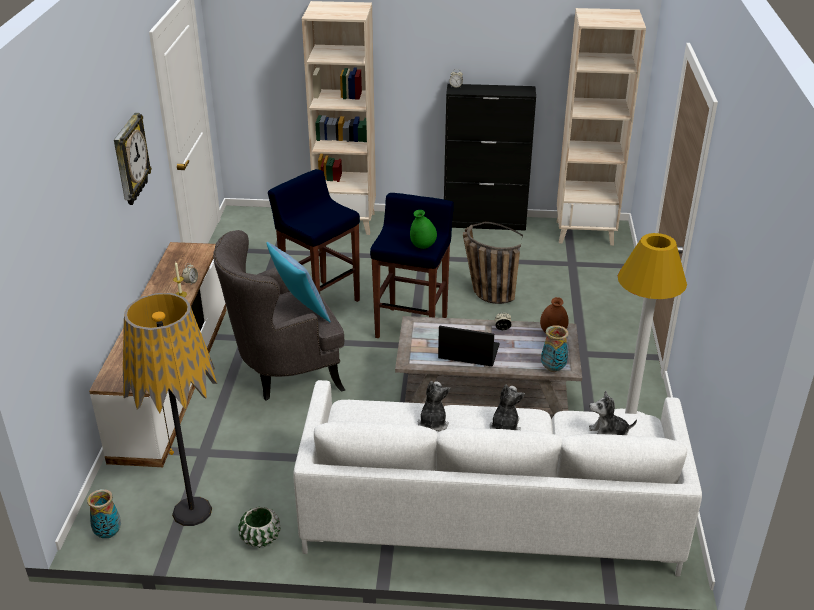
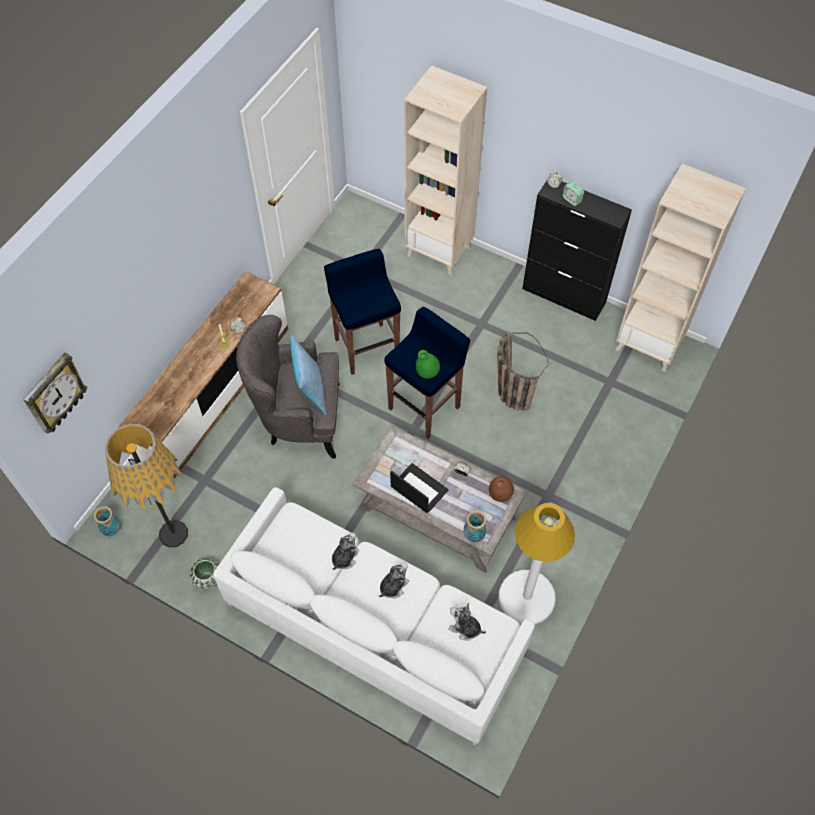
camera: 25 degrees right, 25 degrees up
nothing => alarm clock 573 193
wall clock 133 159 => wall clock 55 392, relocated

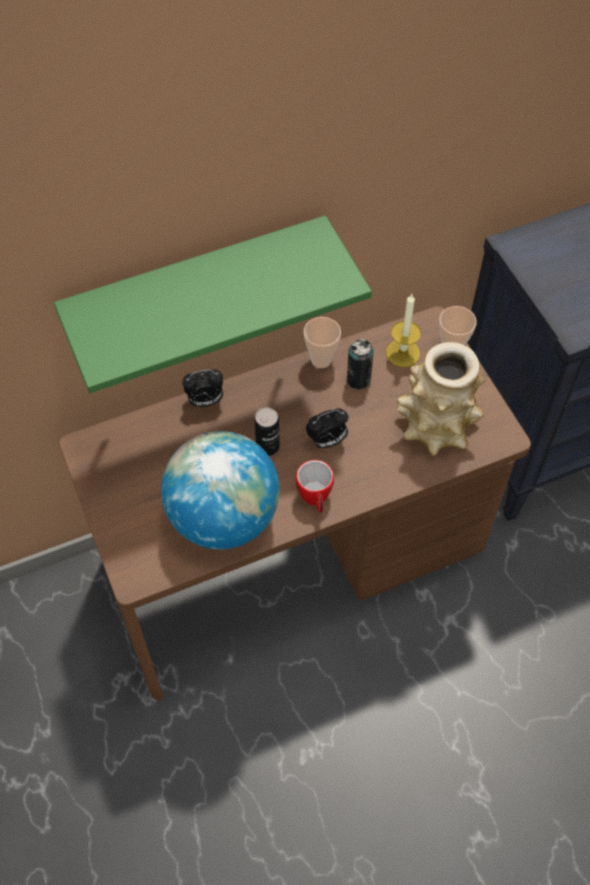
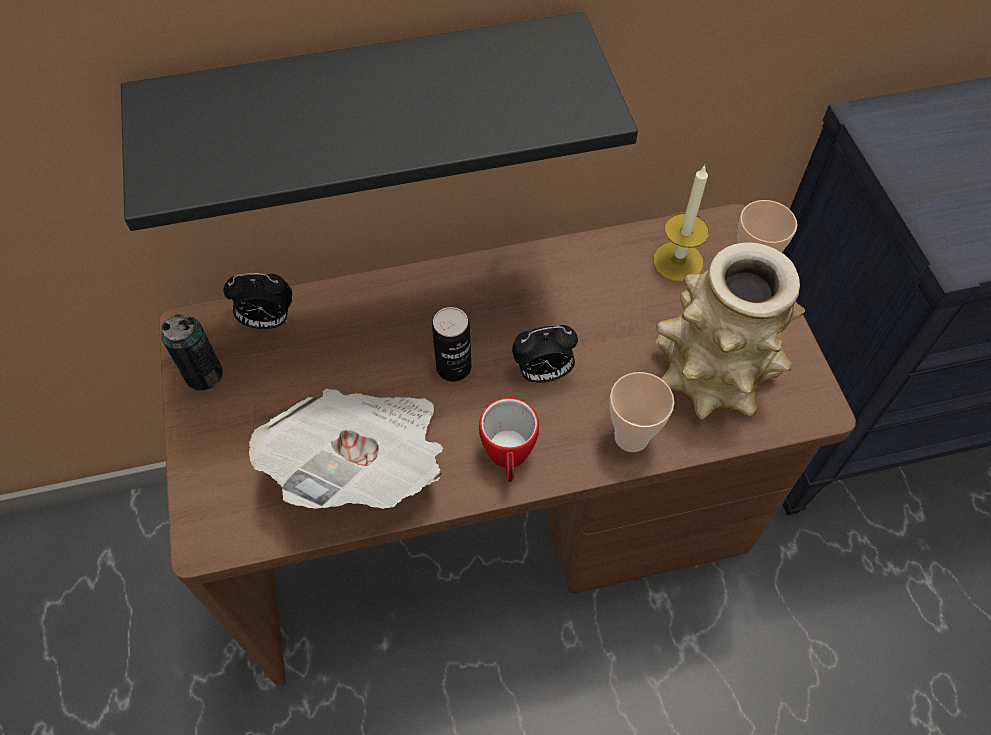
camera: 10 degrees right, 0 degrees up
alarm clock 202 388 => alarm clock 257 301, relocated
cup 322 342 => cup 642 412, relocated
can 360 364 => can 192 352, relocated
globe 220 490 => newspaper 346 449
green shelf 213 304 => black shelf 379 121

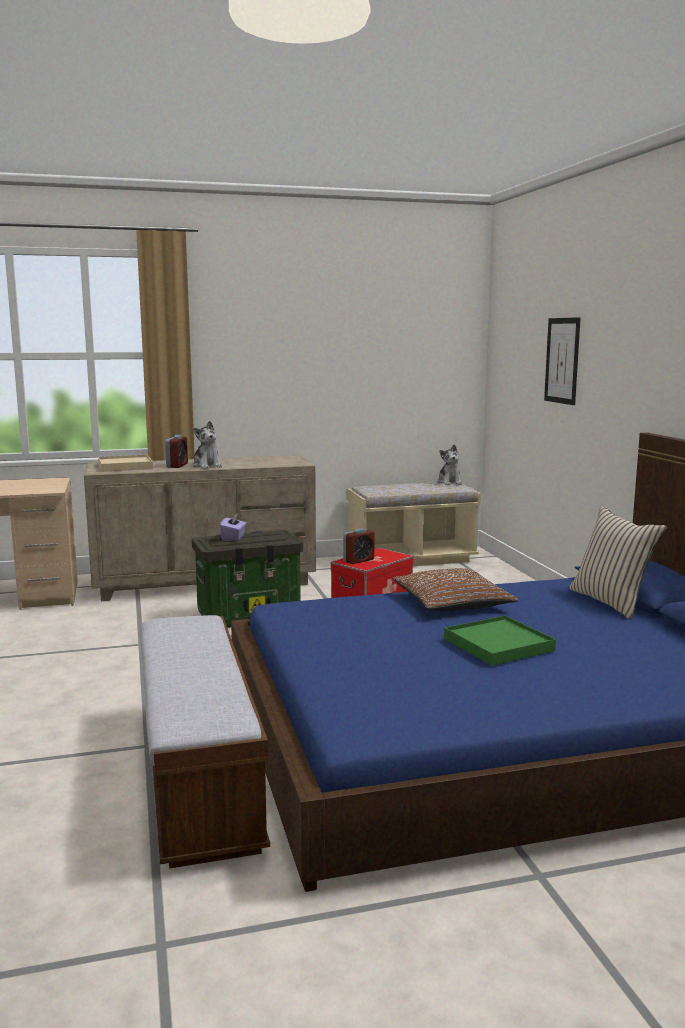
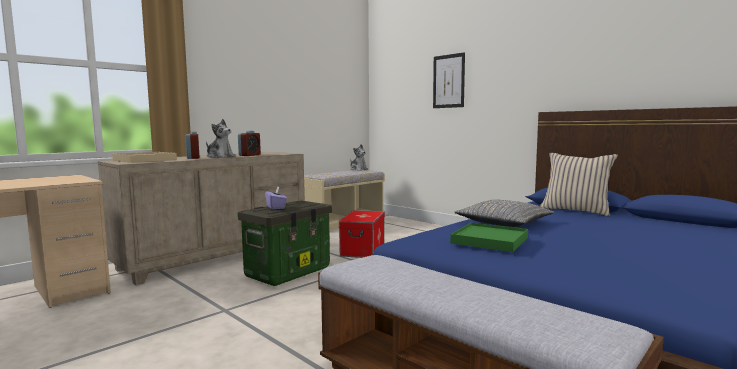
camera: 30 degrees left, 5 degrees down
alarm clock 359 546 => alarm clock 249 143, relocated
green tray 500 641 => green tray 489 237, relocated
brown pillow 455 589 => grey pillow 504 213

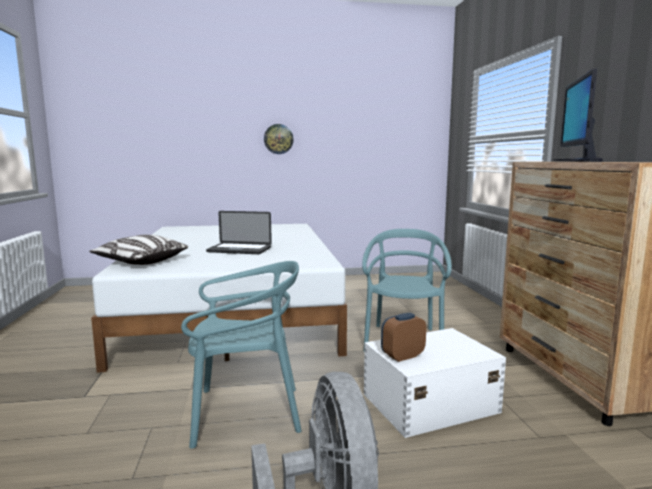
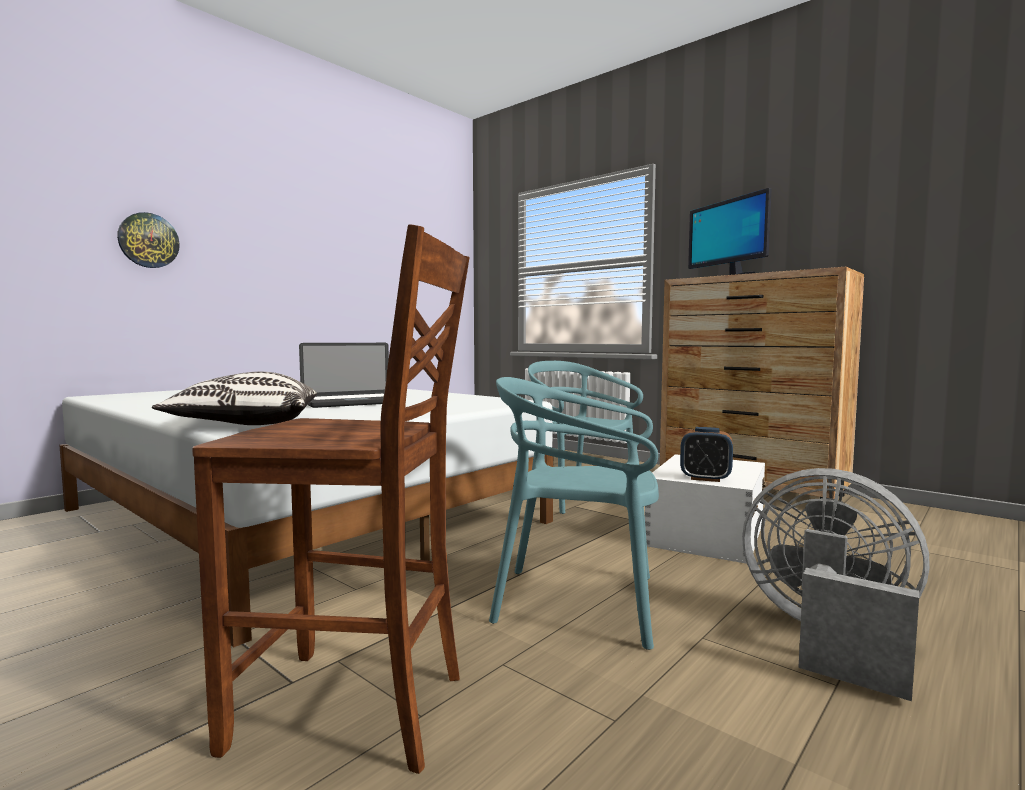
camera: 40 degrees left, 5 degrees down
nothing => brown chair 330 499
wall clock 279 139 => wall clock 148 240, relocated
turquoise chair 241 355 => turquoise chair 574 513, 120 degrees counterclockwise
alarm clock 403 337 => alarm clock 706 454, 90 degrees counterclockwise

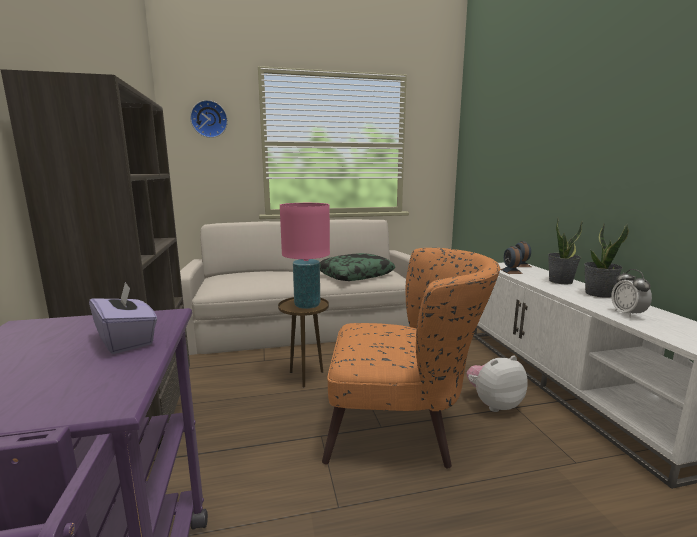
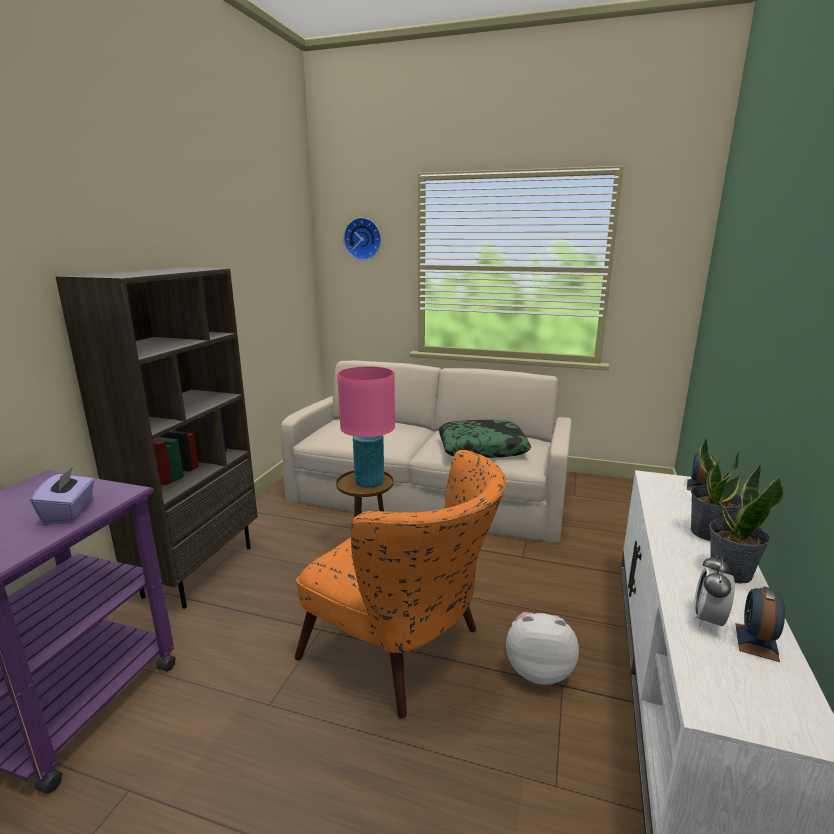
camera: 30 degrees right, 5 degrees up
alarm clock 511 260 => alarm clock 760 624, relocated

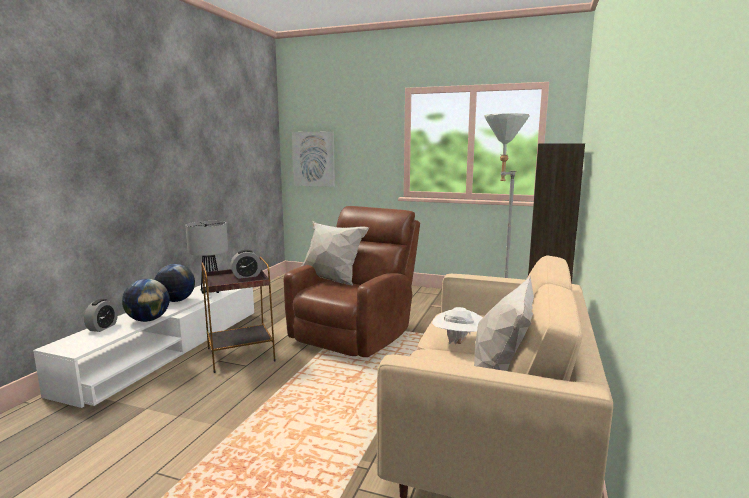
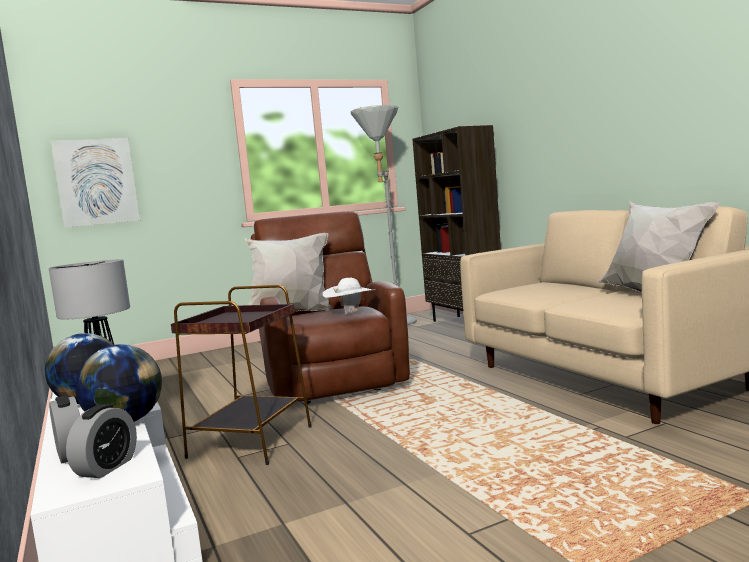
camera: 45 degrees left, 5 degrees down
alarm clock 246 264 => alarm clock 101 441, relocated
white hat 457 325 => white hat 347 296, relocated

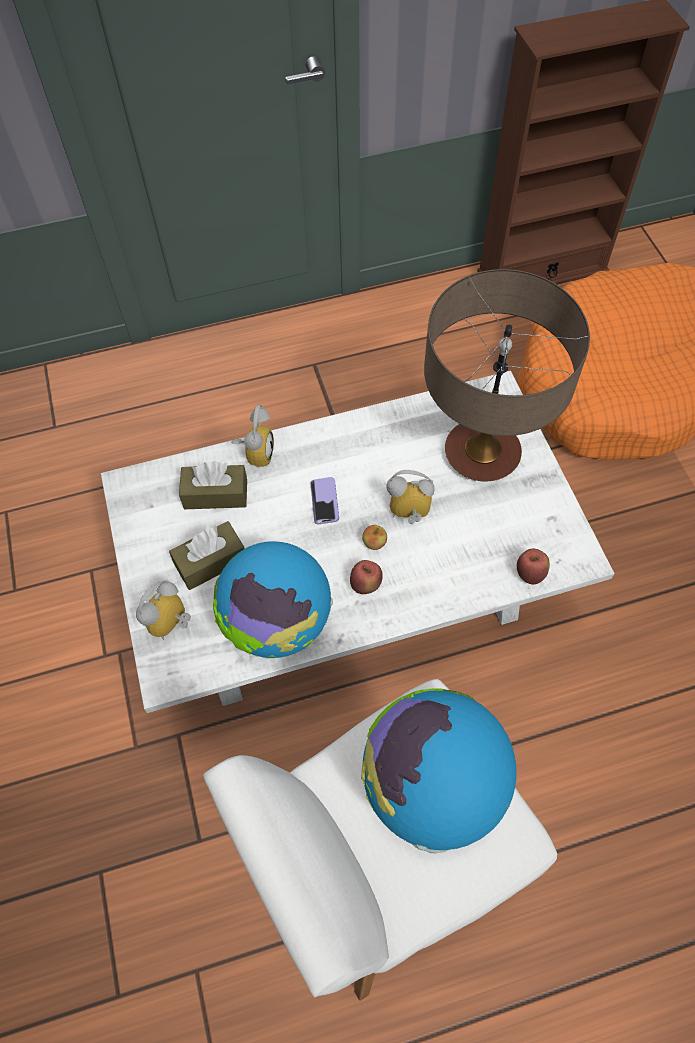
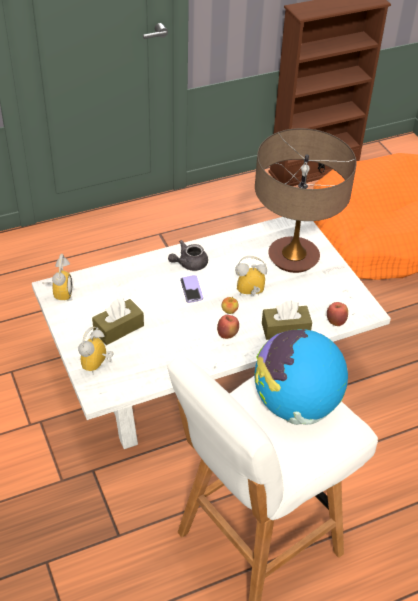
camera: 10 degrees left, 15 degrees down
globe 273 599 => nothing
nothing => grey teapot 188 255
brown tissue box 213 485 => brown tissue box 287 320, relocated
alarm clock 253 436 => alarm clock 57 277, relocated

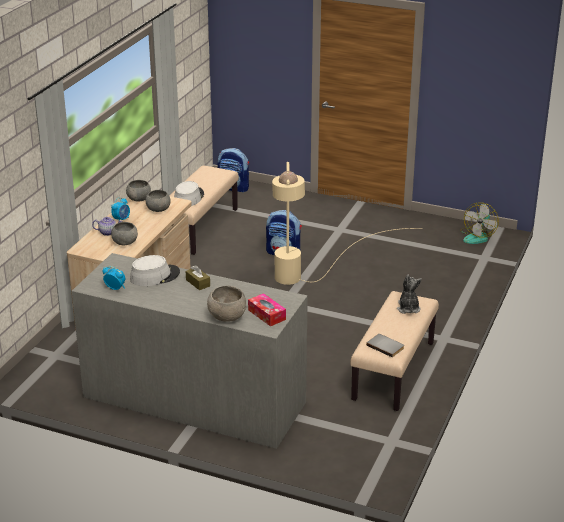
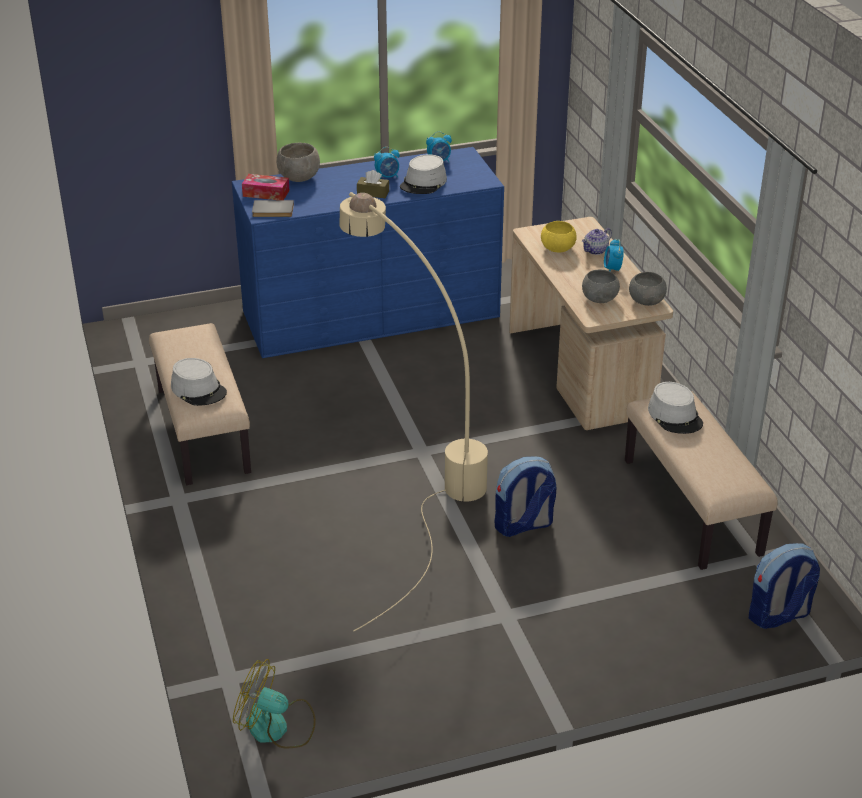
camera: 140 degrees right, 5 degrees up
nothing => alarm clock 387 163
grey book 385 346 => grey book 273 208, relocated
plush toy 409 294 => grey hat 199 382
grey dresser 190 351 => blue dresser 368 252
grey bowl 124 233 => yellow bowl 559 236
fan 479 223 => fan 274 704, 60 degrees counterclockwise

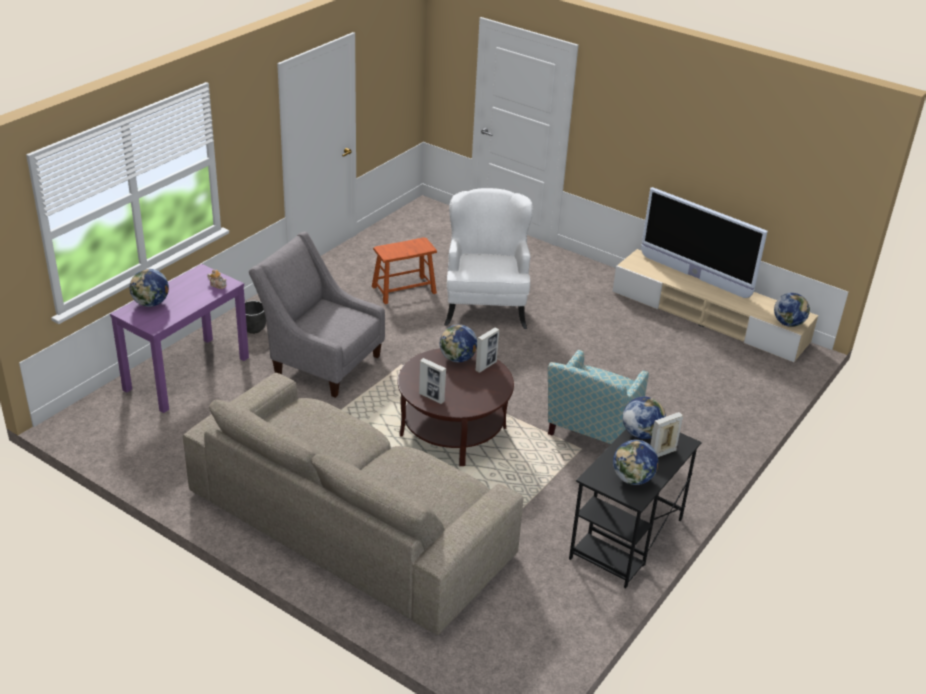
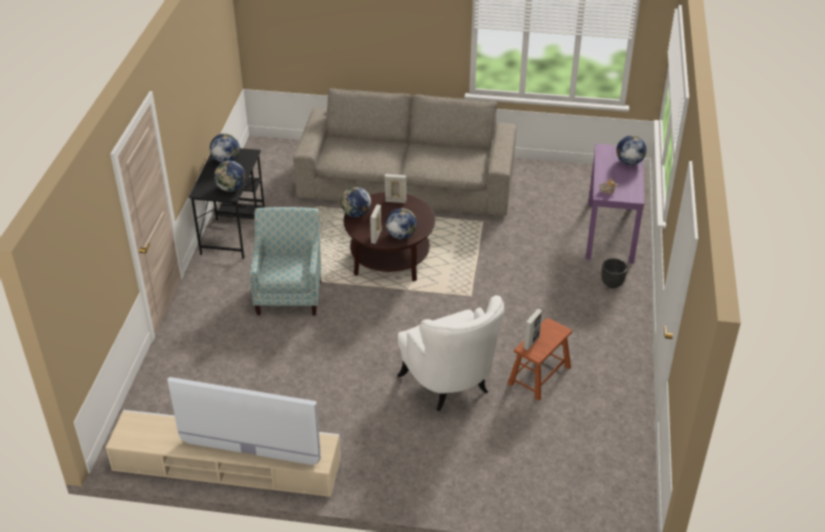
camera: 155 degrees right, 5 degrees up
grey armchair 317 314 => nothing
picture frame 666 434 => picture frame 532 329, relocated
globe 792 310 => globe 355 202, relocated

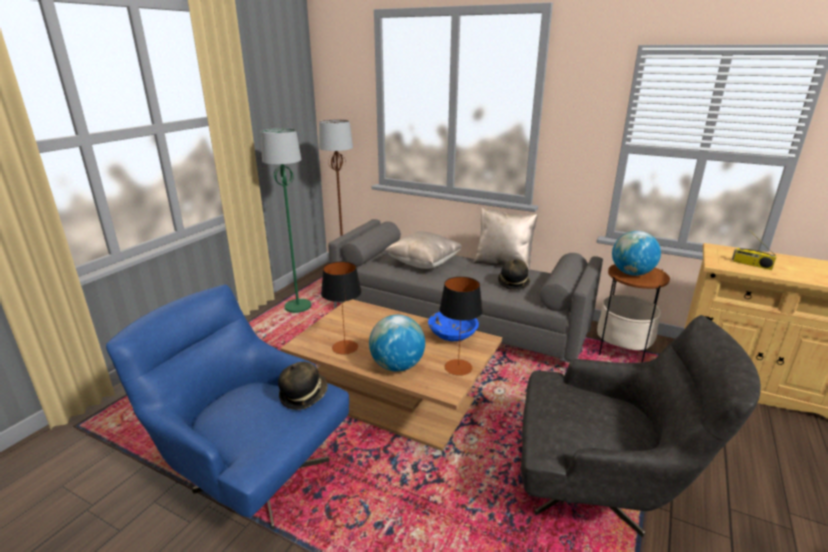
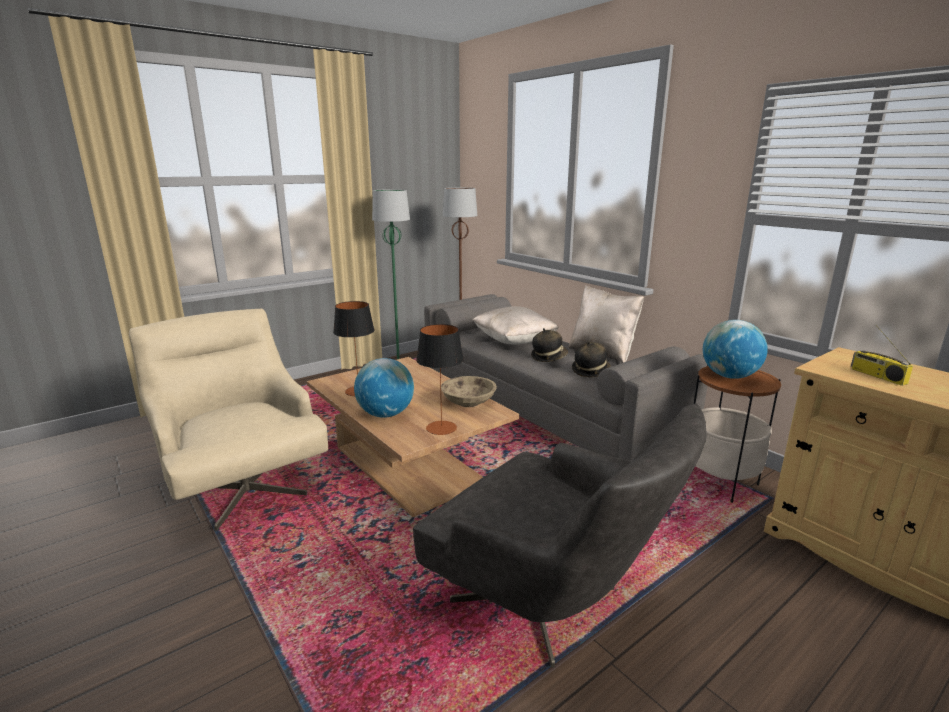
camera: 25 degrees right, 5 degrees down
hat 303 386 => hat 549 345, relocated
blue armchair 227 407 => beige armchair 228 420
blue bowl 453 326 => beige bowl 469 391

